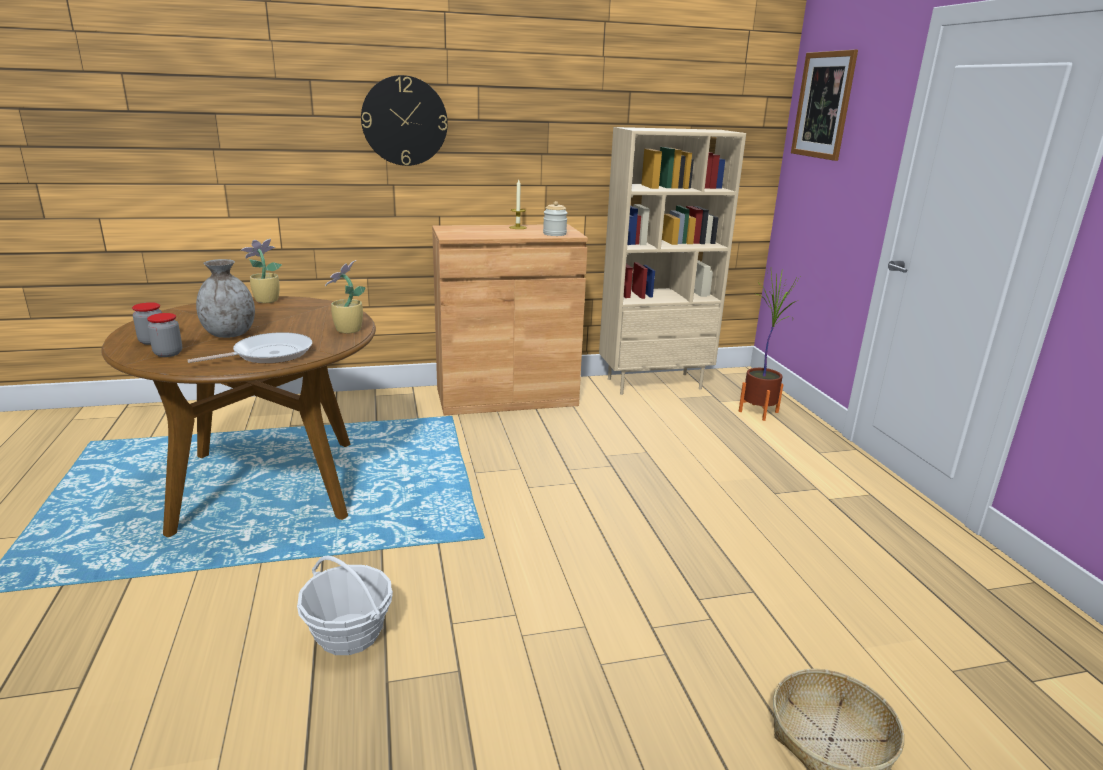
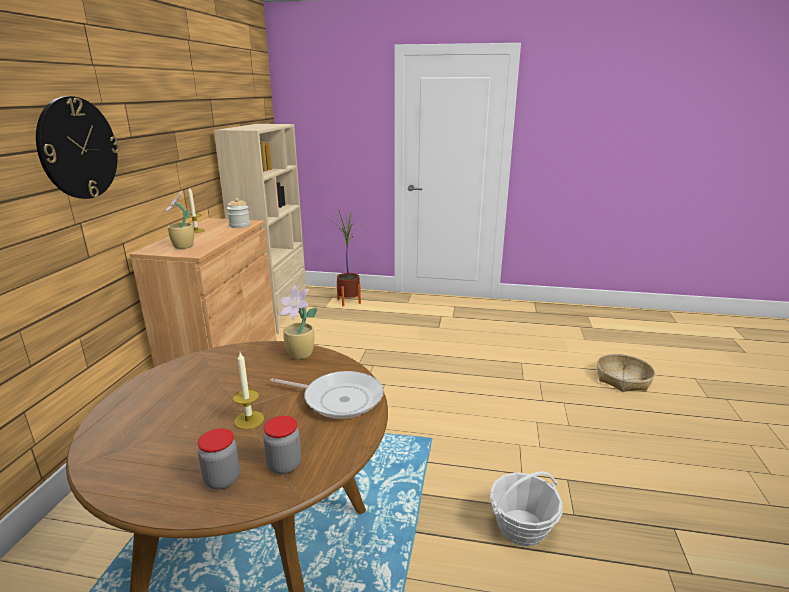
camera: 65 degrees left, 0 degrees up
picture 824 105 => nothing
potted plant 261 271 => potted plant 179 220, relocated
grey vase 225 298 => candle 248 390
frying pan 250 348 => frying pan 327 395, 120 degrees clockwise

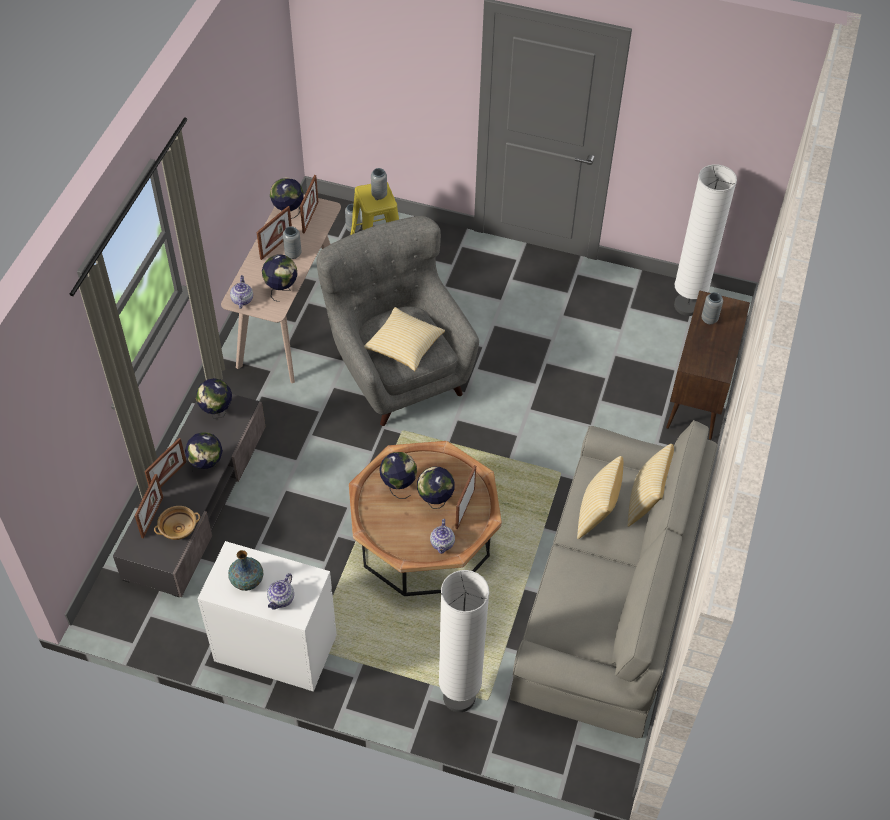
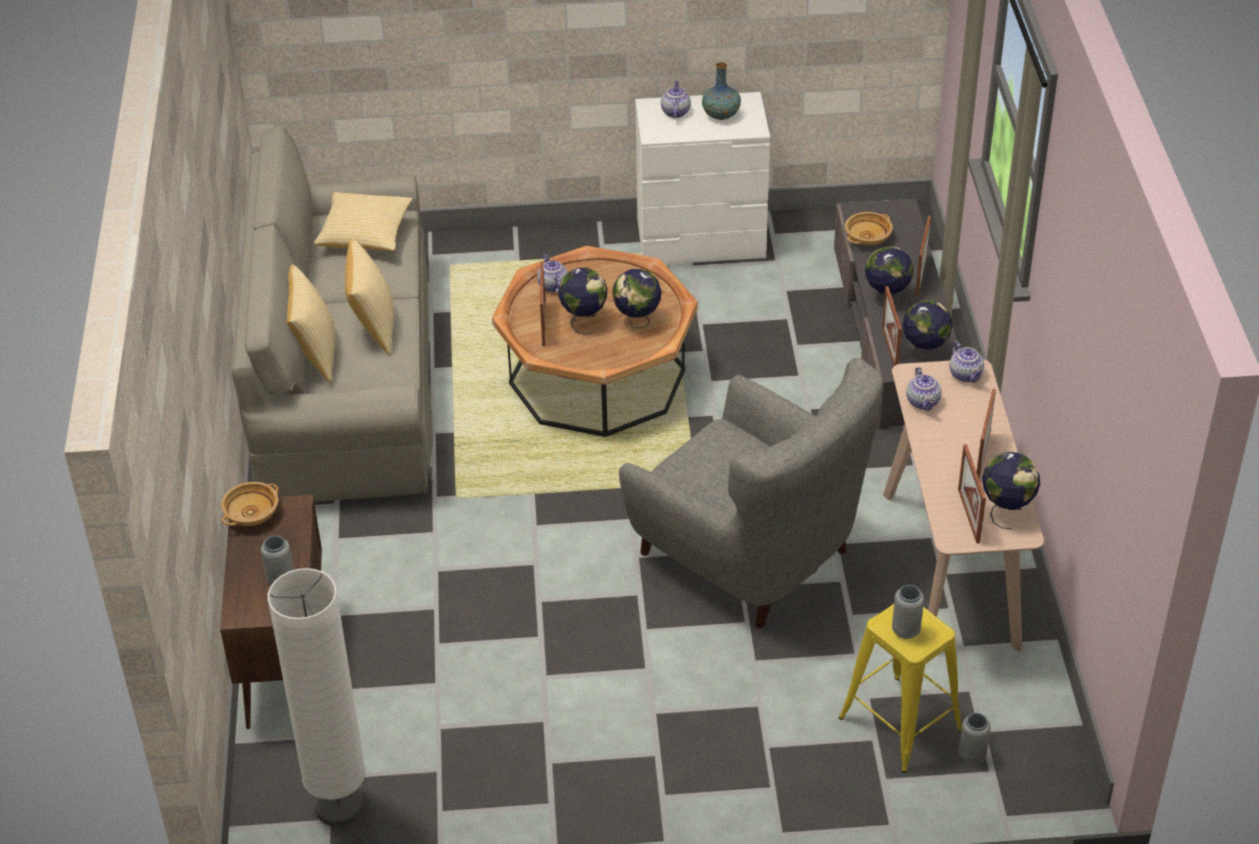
camera: 160 degrees right, 10 degrees down
grey vase 292 243 => nothing
white floor lamp 464 641 => nothing
nothing => beige bowl 249 504
picture frame 148 506 => picture frame 892 326, relocated
pillow 404 339 => pillow 363 221, relocated
globe 280 278 => teapot 924 389

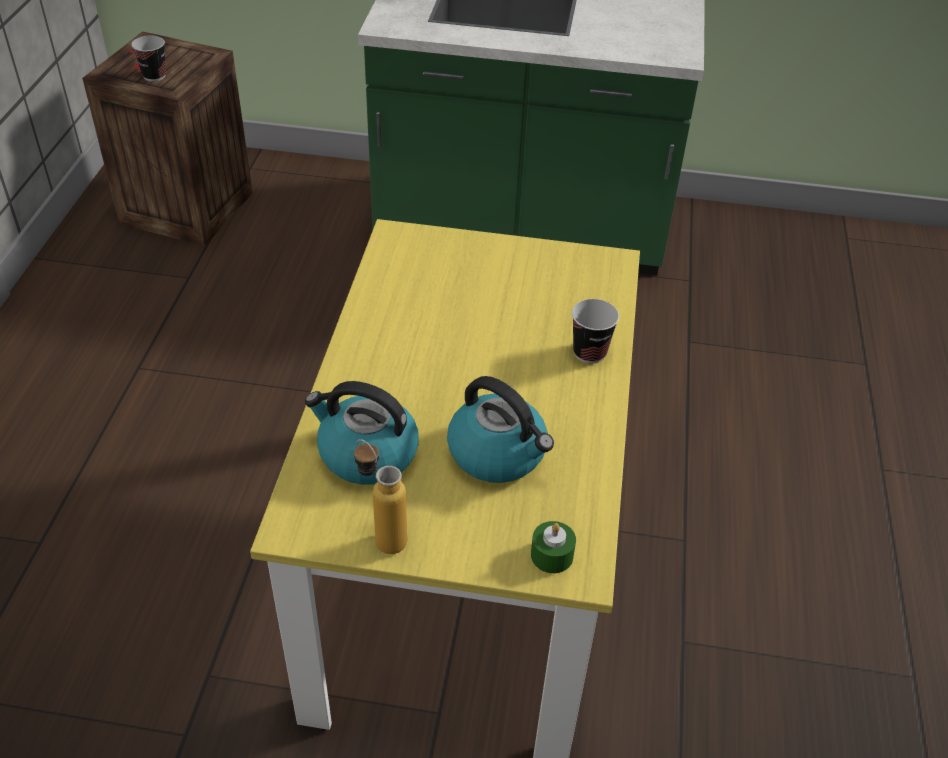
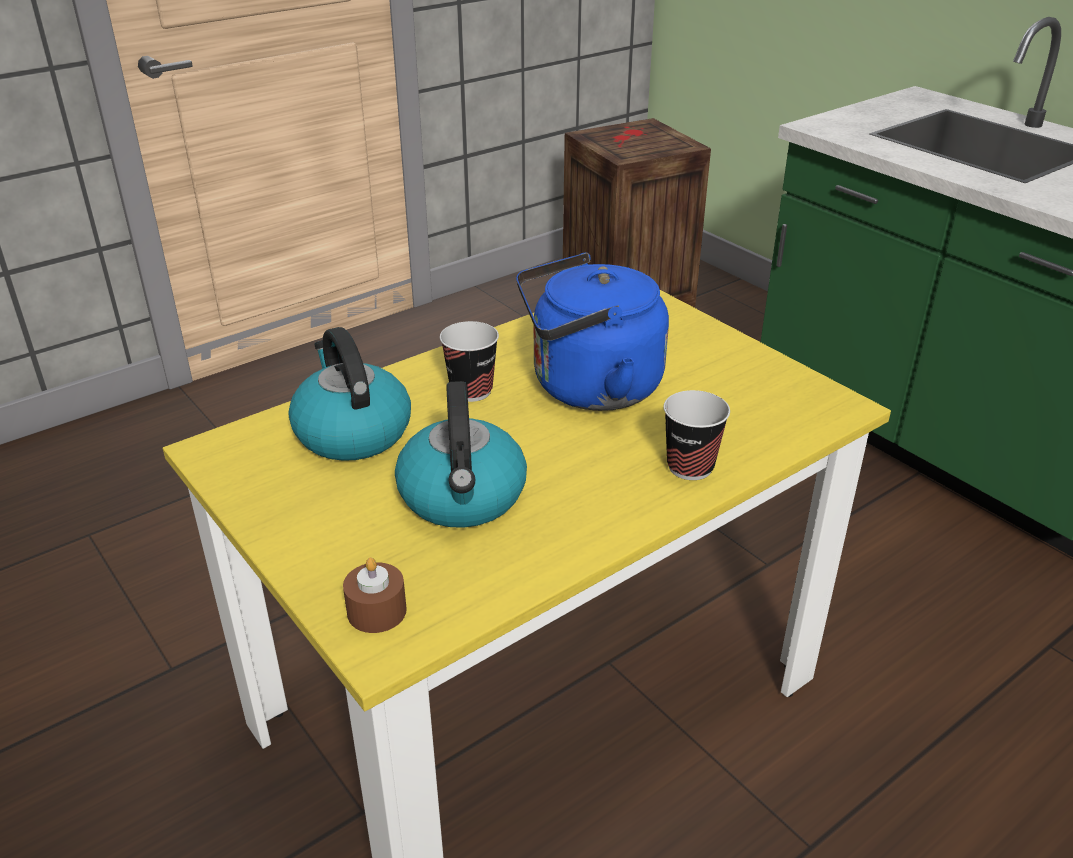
camera: 45 degrees right, 10 degrees down
bottle 380 496 => nothing
nothing => blue kettle 592 332
cup 148 58 => cup 469 361, relocated
green candle 553 547 => brown candle 375 595

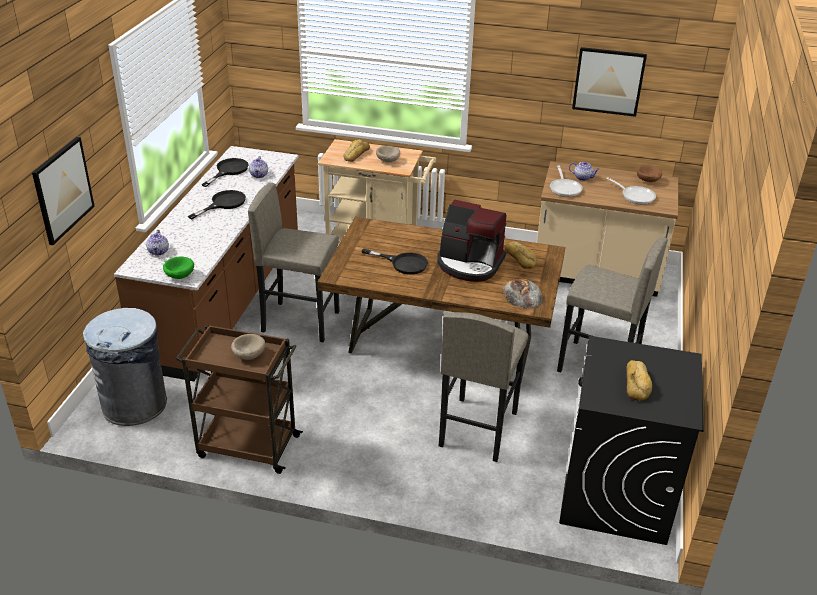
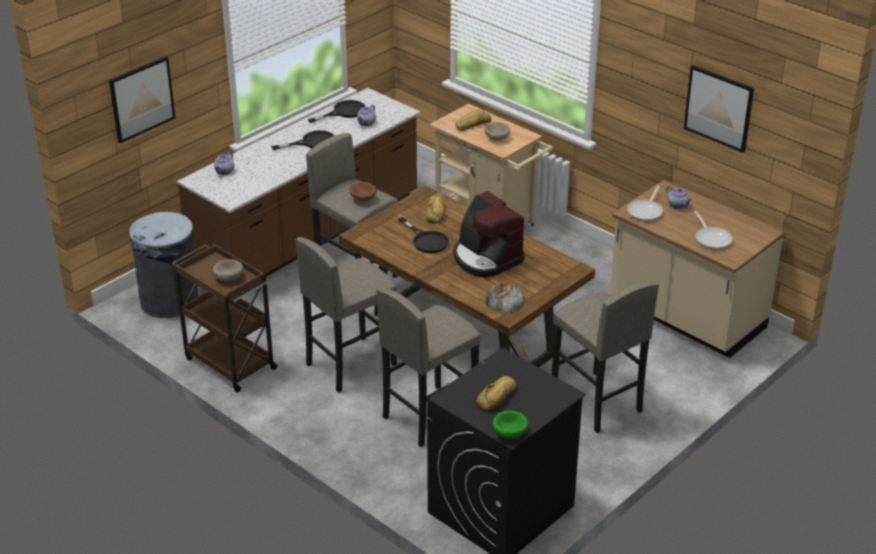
camera: 30 degrees right, 0 degrees up
nothing => grey stool 346 315
green bowl 178 268 => green bowl 510 425, relocated
bread 520 255 => bread 435 210, relocated
brown bowl 649 173 => brown bowl 363 191, relocated

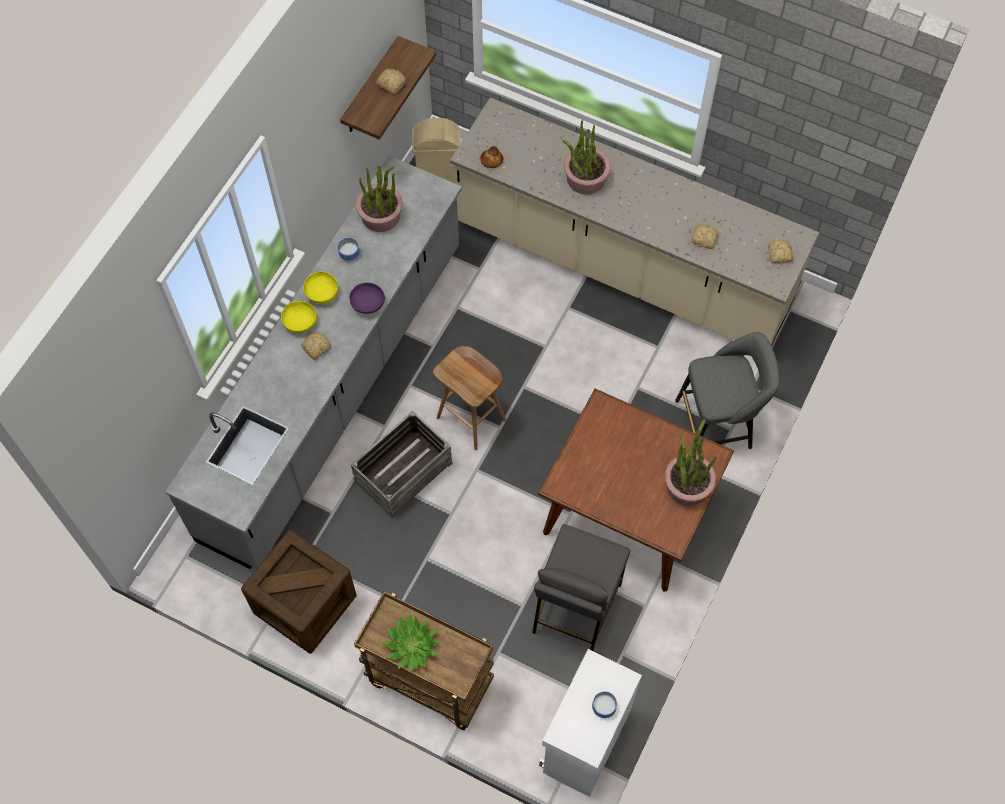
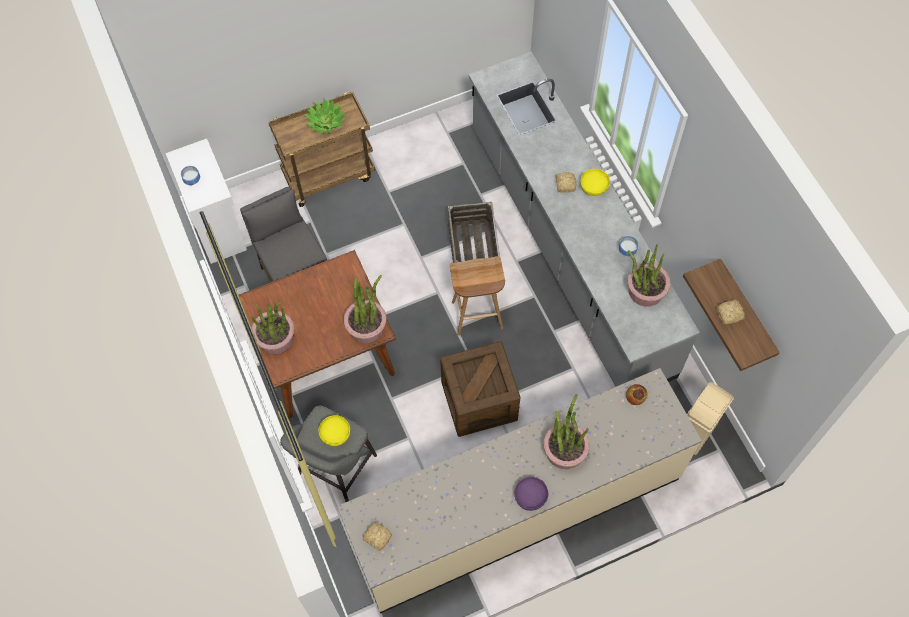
camera: 130 degrees right, 0 degrees up
bread 705 236 => nothing
nothing => potted plant 365 309
crate 299 591 => crate 480 389, relocated
yellow bowl 320 288 => yellow bowl 334 430, relocated
purple bowl 367 298 => purple bowl 532 494, relocated

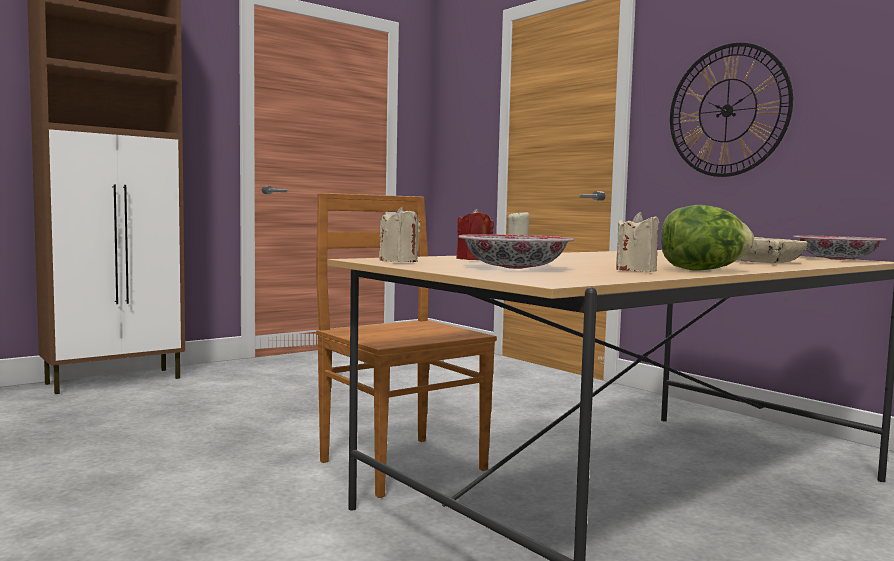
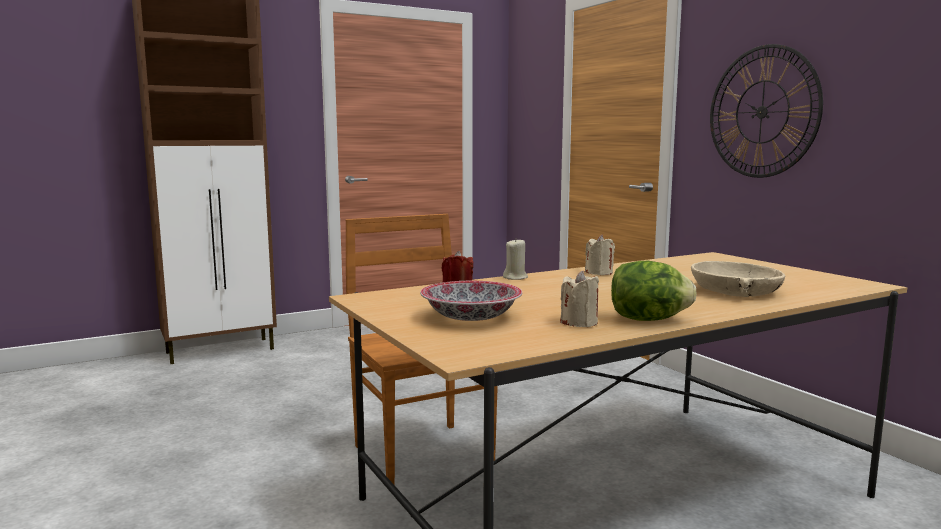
camera: 10 degrees right, 5 degrees up
bowl 840 247 => nothing
beige candle 399 234 => beige candle 600 254, relocated

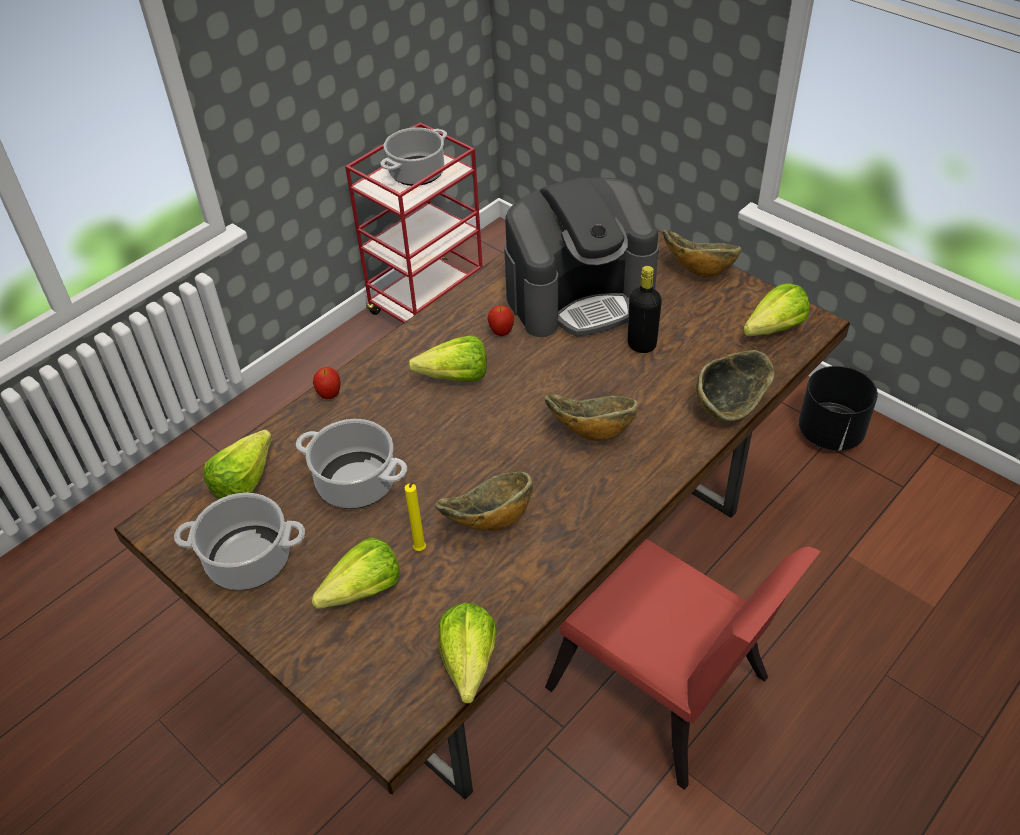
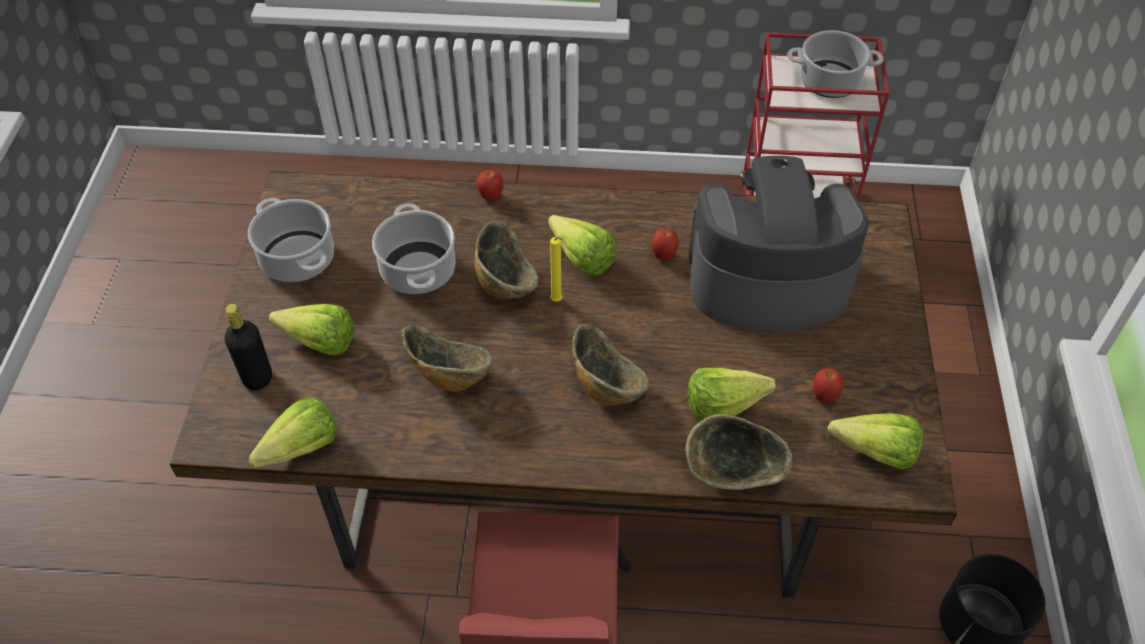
camera: 50 degrees right, 5 degrees up
nothing => apple 828 385
lettuce 237 464 => lettuce 732 394, relocated
yellow candle 415 515 => yellow candle 556 269, relocated
black bottle 645 309 => black bottle 248 347, relocated
bowl 702 253 => bowl 506 260, relocated
coffee machine 581 257 => coffee machine 778 243, 150 degrees clockwise

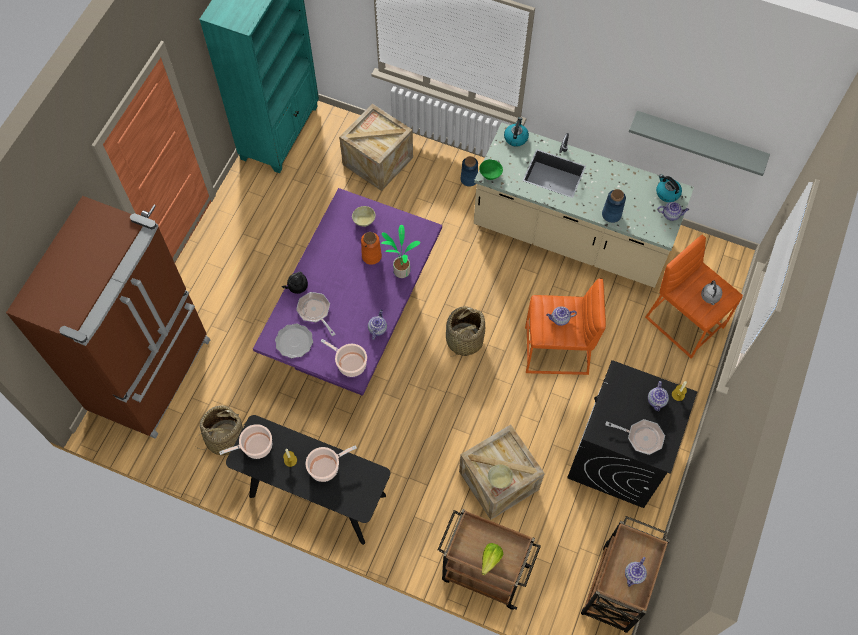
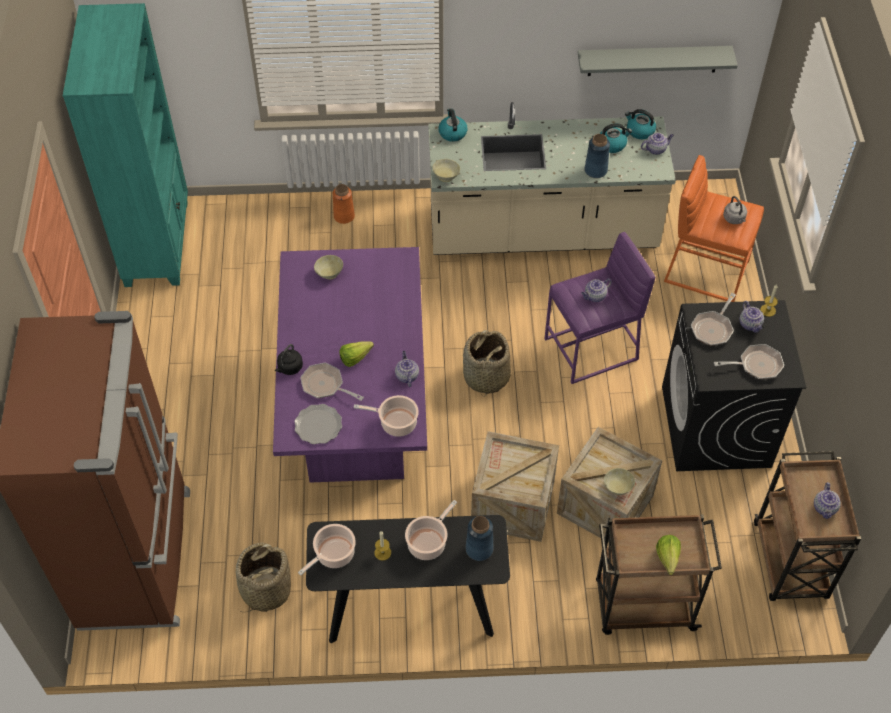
camera: 25 degrees left, 10 degrees down
potted plant 401 251 => nothing
nothing => lettuce 357 354
nothing => kettle 616 138
nothing => frying pan 713 319
crate 376 147 => crate 515 486, relocated
orange vase 371 248 => orange vase 344 204, relocated
blue vase 469 171 => blue vase 479 538, relocated
green bowl 491 169 => beige bowl 446 170
orange stool 565 327 => purple stool 600 308

